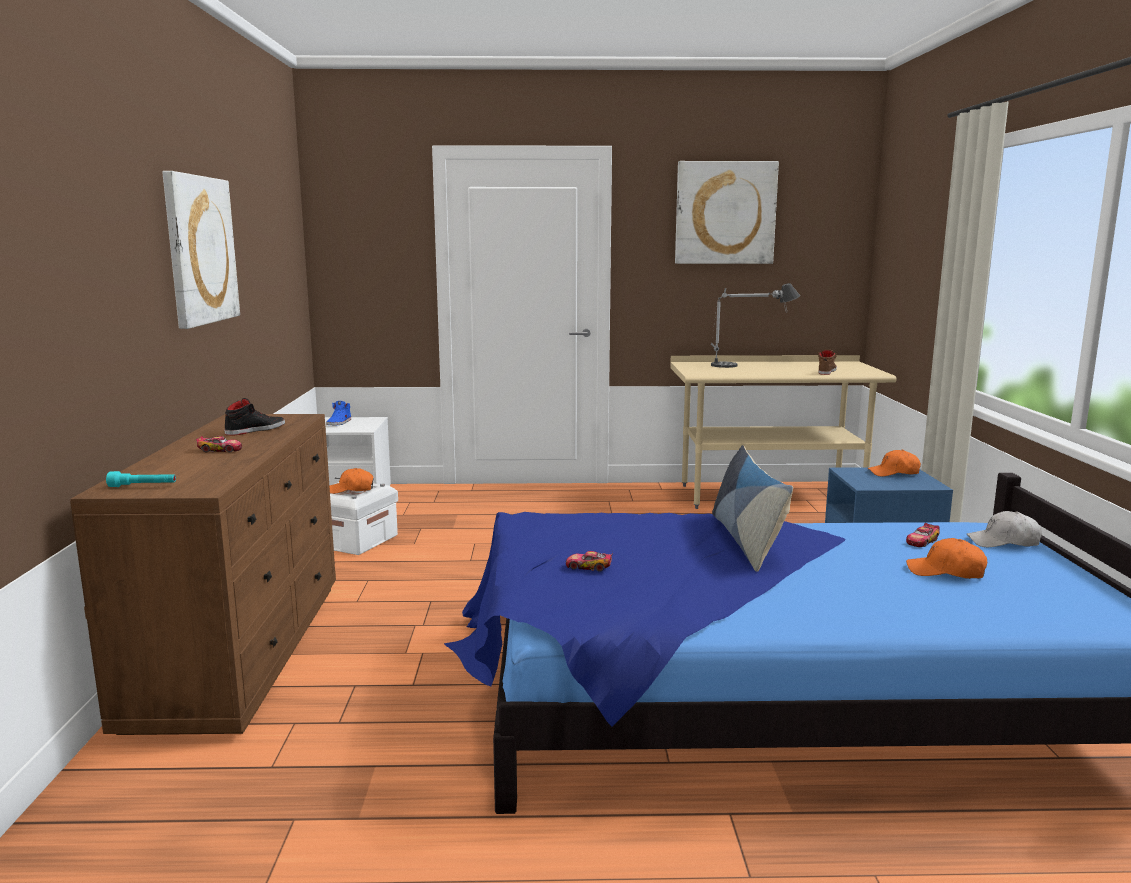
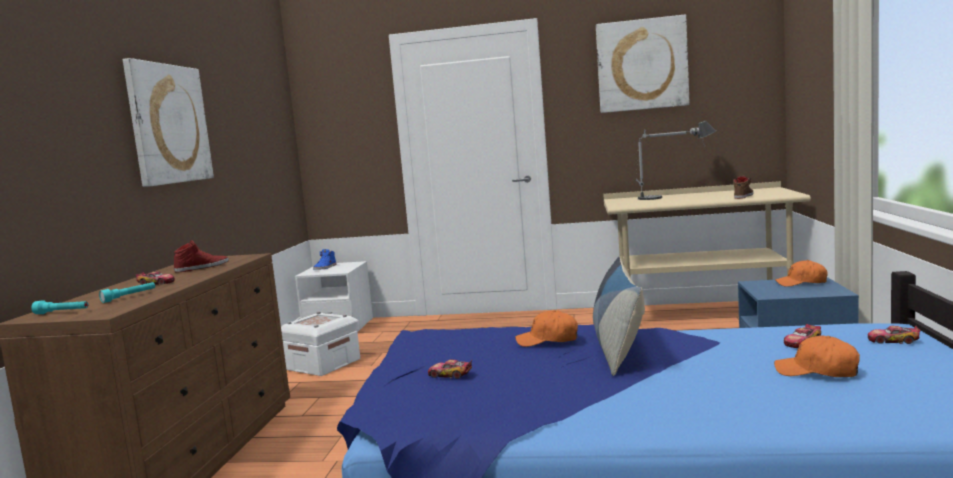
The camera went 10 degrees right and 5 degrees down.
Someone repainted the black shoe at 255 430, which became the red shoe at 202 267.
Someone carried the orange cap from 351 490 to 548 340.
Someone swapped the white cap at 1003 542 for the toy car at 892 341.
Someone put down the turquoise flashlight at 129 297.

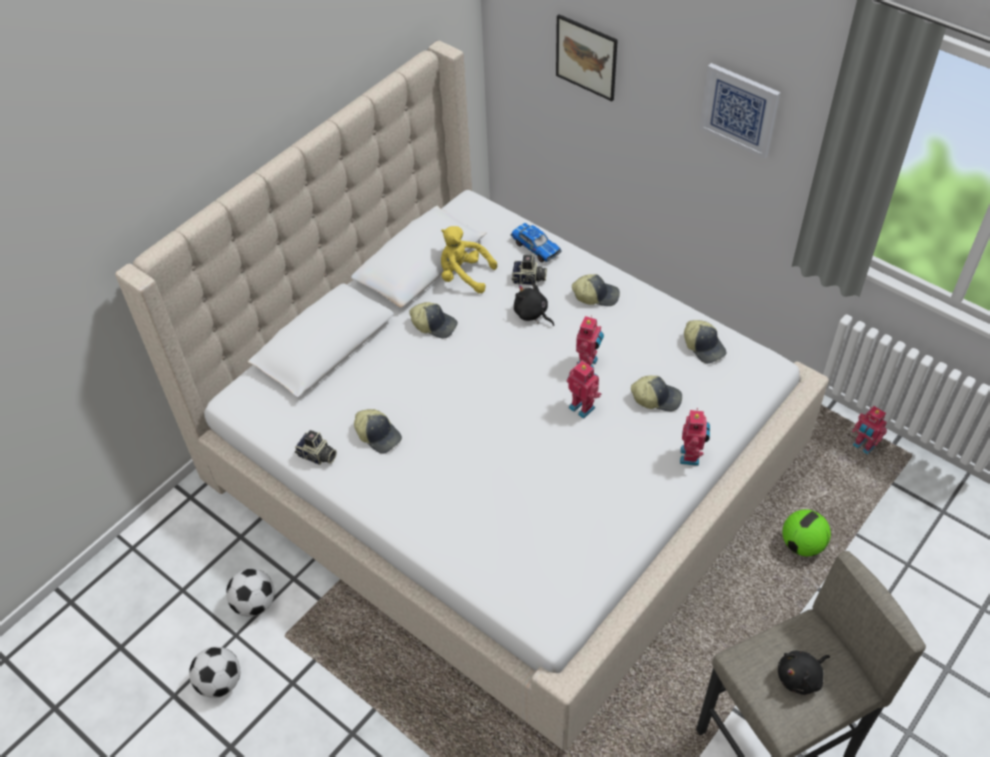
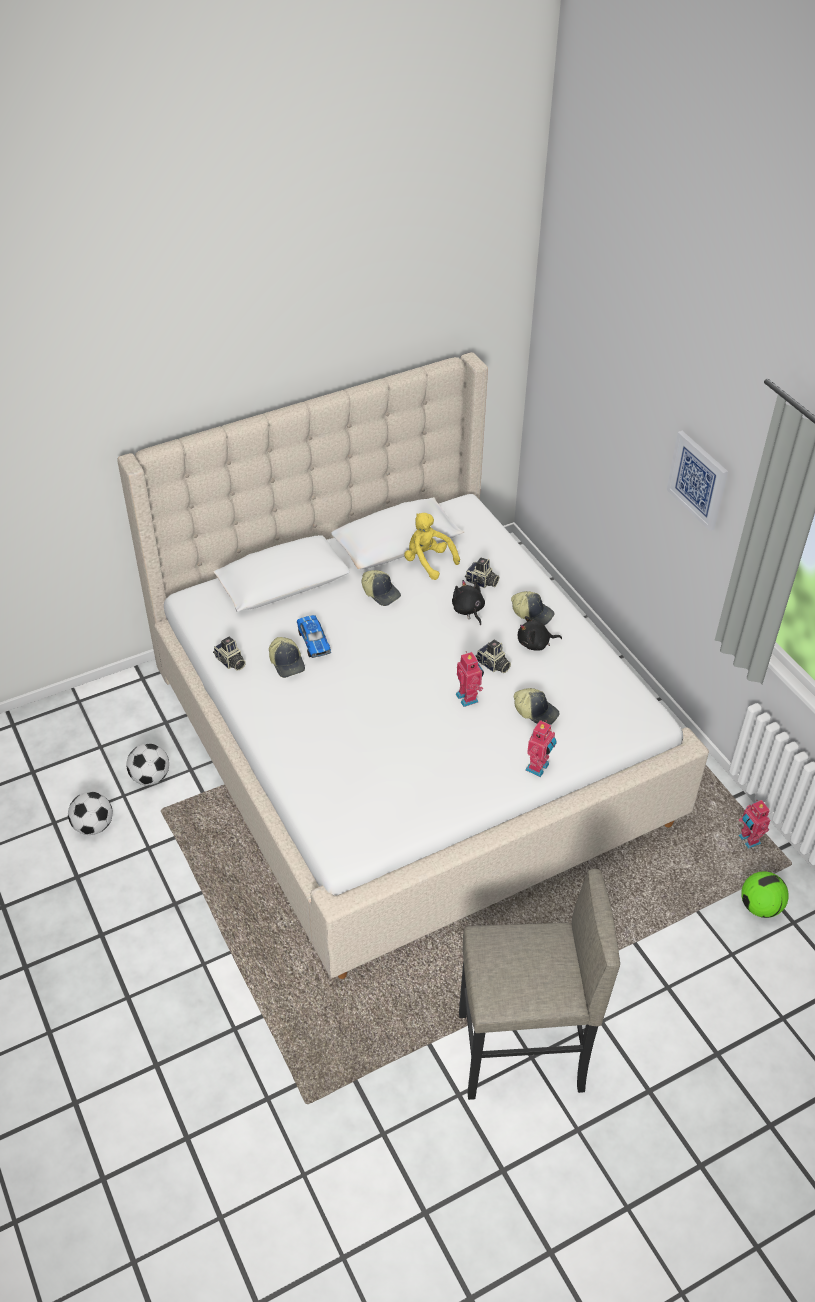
The camera went 20 degrees right and 5 degrees down.
Someone carried the toy car from 535 247 to 313 641.
Someone took away the picture at 586 57.
Someone swapped the toy robot at 588 364 for the photo camera at 493 665.
Someone took away the cap at 704 346.
Someone carried the black plush toy from 800 677 to 535 643.
Someone carried the football from 802 544 to 760 907.

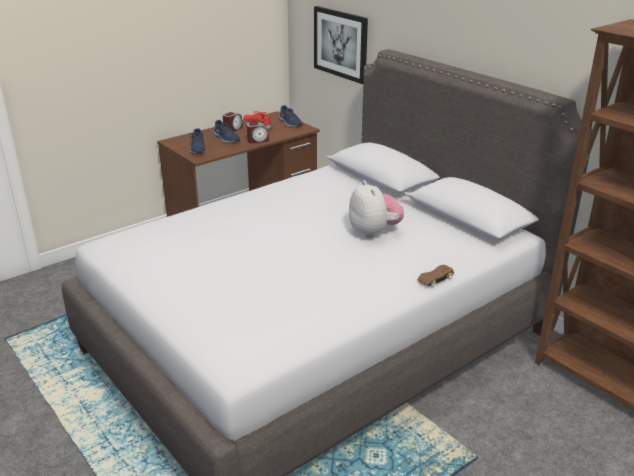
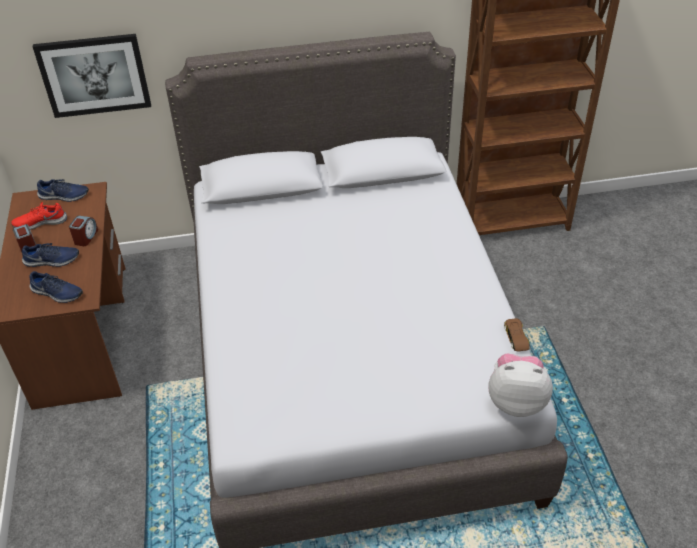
The camera went 60 degrees left and 15 degrees up.
Someone carried the plush toy from 374 232 to 516 401.
Someone carried the brown toy car from 435 279 to 516 337.

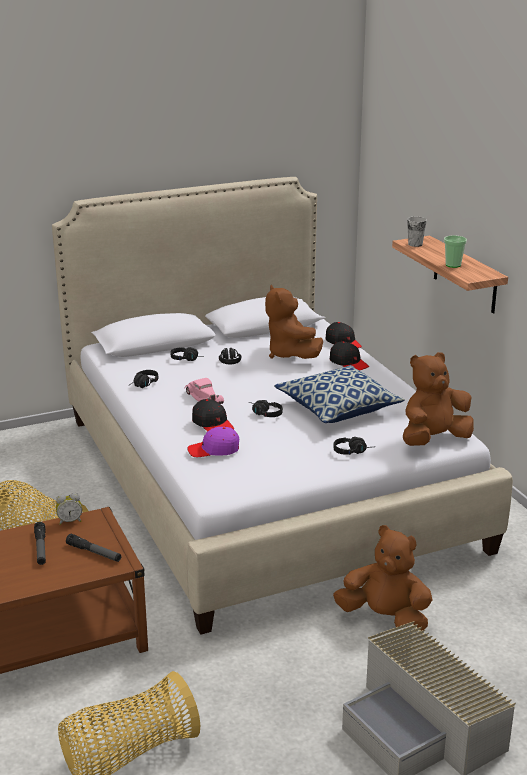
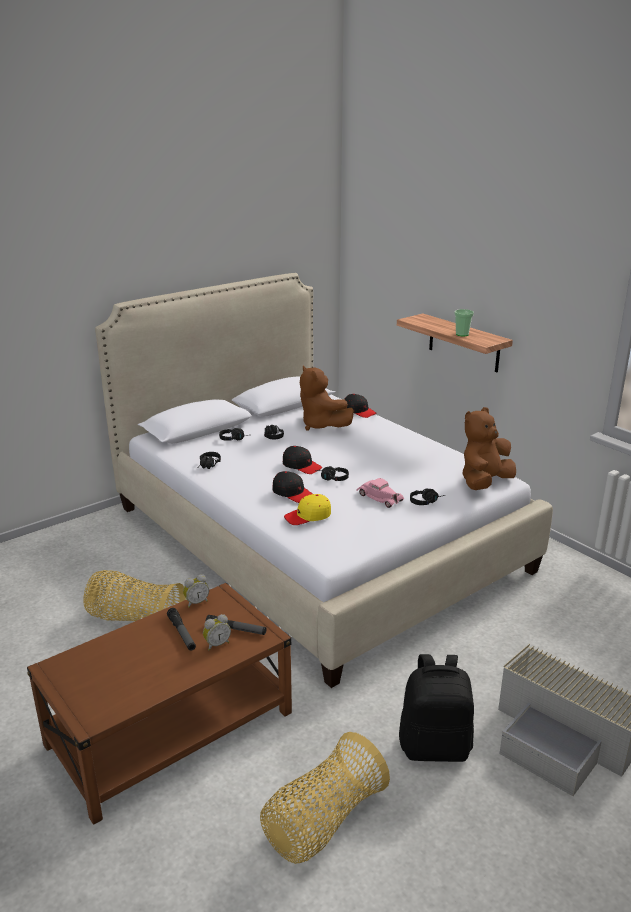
The camera went 15 degrees left and 0 degrees up.
Someone carried the pink toy car from 203 397 to 379 497.
Someone repainted the purple cap at 214 450, which became the yellow cap at 308 516.
Someone took away the pillow at 338 408.
Someone carried the black cap from 348 363 to 301 466.
Someone took away the brown plush toy at 385 618.
Someone took away the cup at 415 244.
Someone put down the alarm clock at 217 644.
Someone put down the black backpack at 435 746.

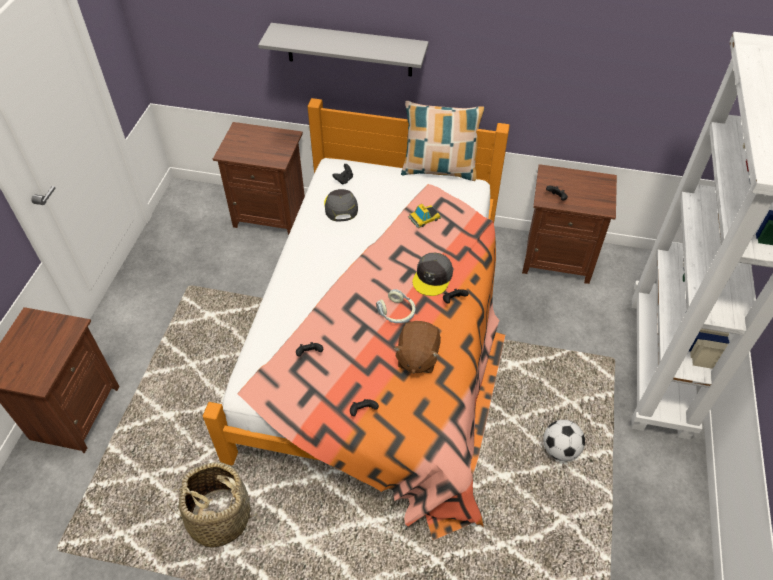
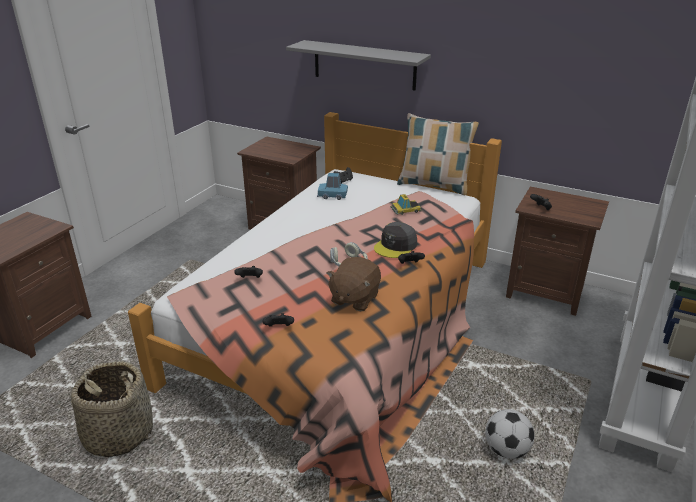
The camera went 15 degrees right and 20 degrees down.
Someone swapped the grey cap at 340 207 for the blue toy car at 332 195.

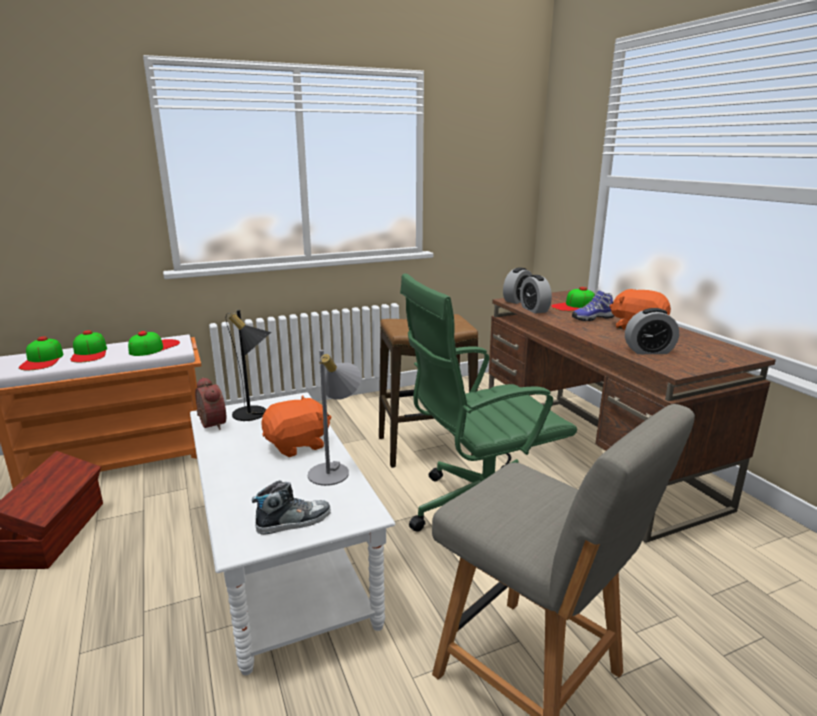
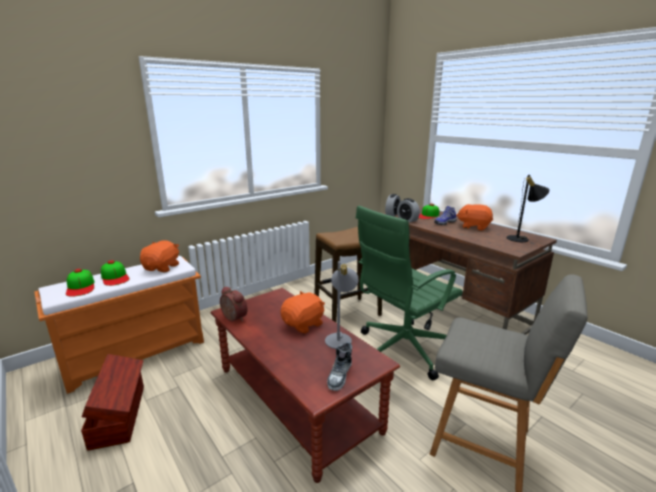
The camera went 15 degrees left and 0 degrees up.
Someone swapped the cap at 154 347 for the orange plush toy at 162 267.
Someone repainted the white coffee table at 283 554, which became the brown coffee table at 296 398.
Someone carried the black table lamp from 255 415 to 521 239.
Someone rotated the shoe at 294 521 by 150 degrees clockwise.
Someone took away the alarm clock at 648 351.

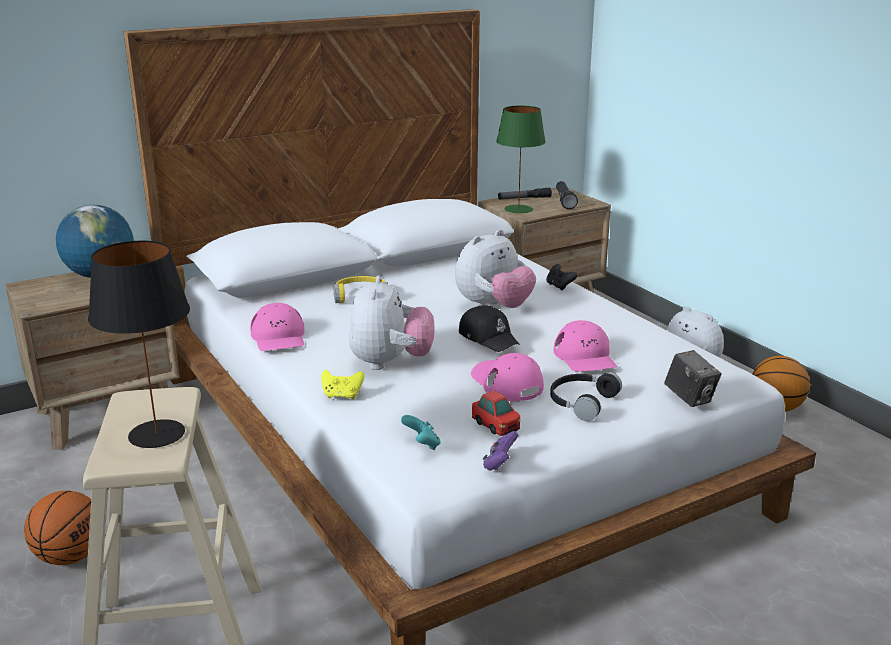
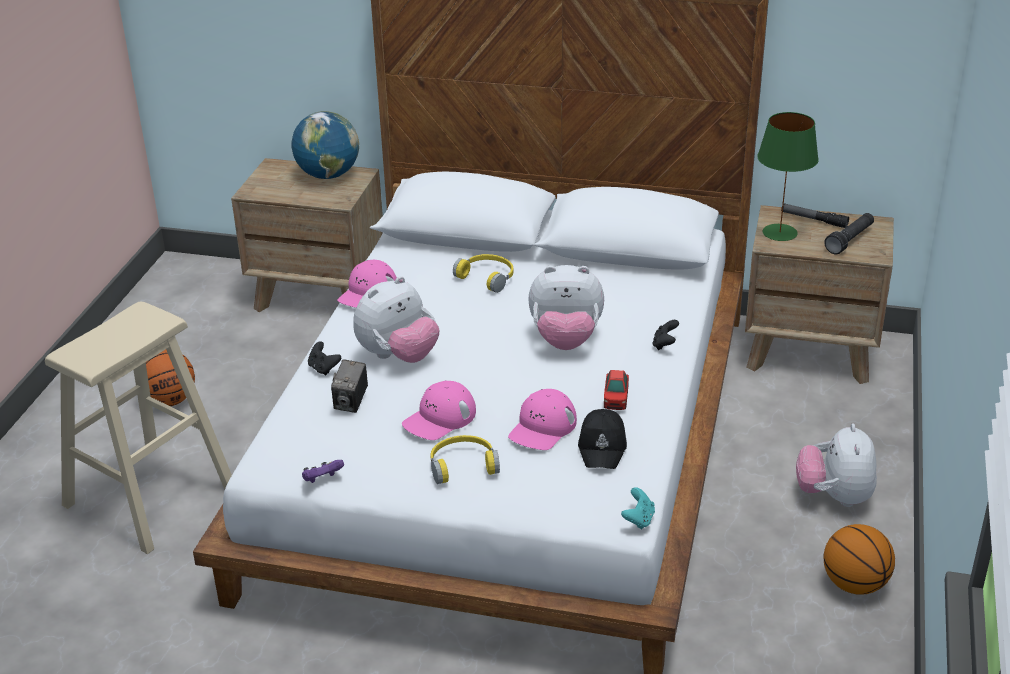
The camera went 45 degrees right and 10 degrees up.
Someone took away the black table lamp at 157 433.
Someone repainted the yellow game controller at 342 396, which became the black game controller at 323 368.
Someone carried the turquoise game controller from 422 445 to 638 519.
Someone carried the black cap from 488 338 to 603 446.
Someone rotated the pink cap at 506 382 by 150 degrees counterclockwise.
Someone carried the toy car from 496 426 to 615 399.
Someone repainted the black headphones at 580 402, which became the yellow headphones at 462 465.
Someone carried the photo camera from 690 398 to 351 403.

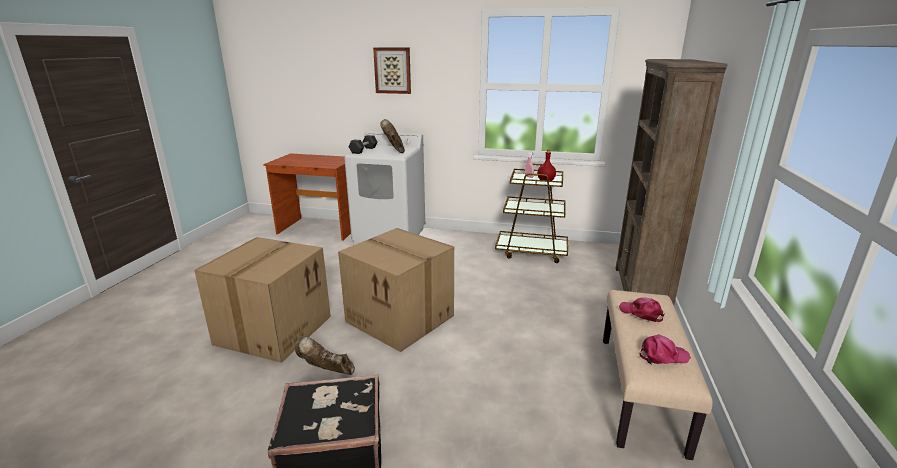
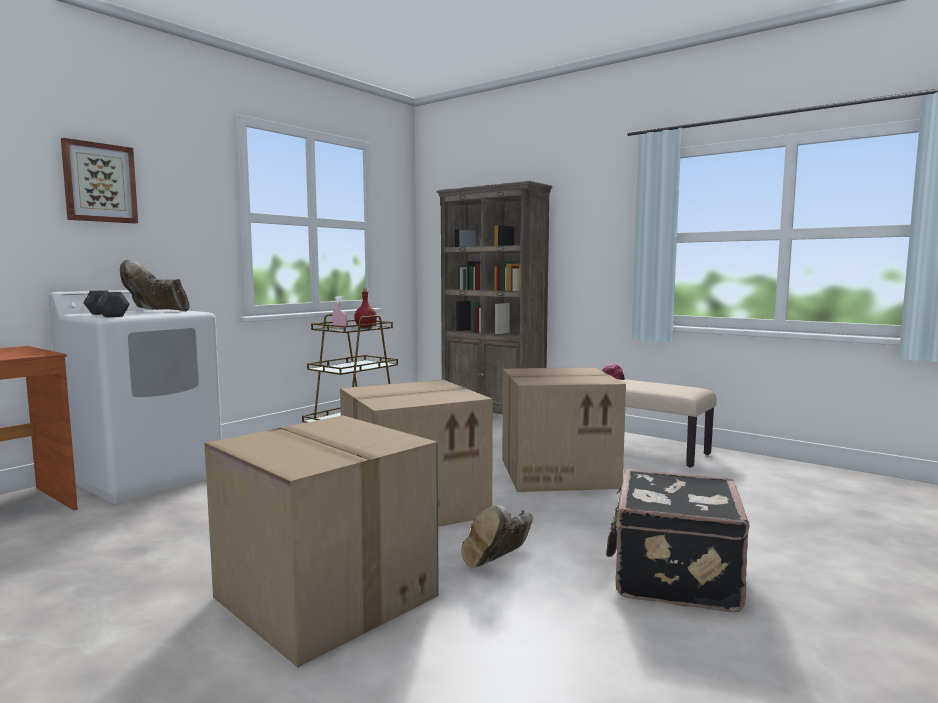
The camera went 65 degrees left and 15 degrees down.
Someone took away the pink cap at 662 356.
Someone put down the cardboard box at 559 472.

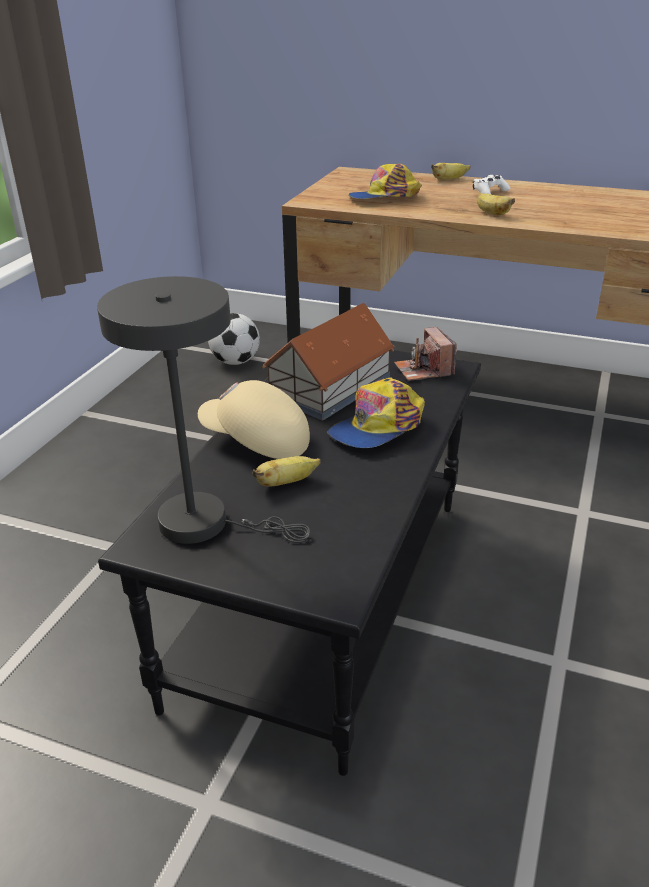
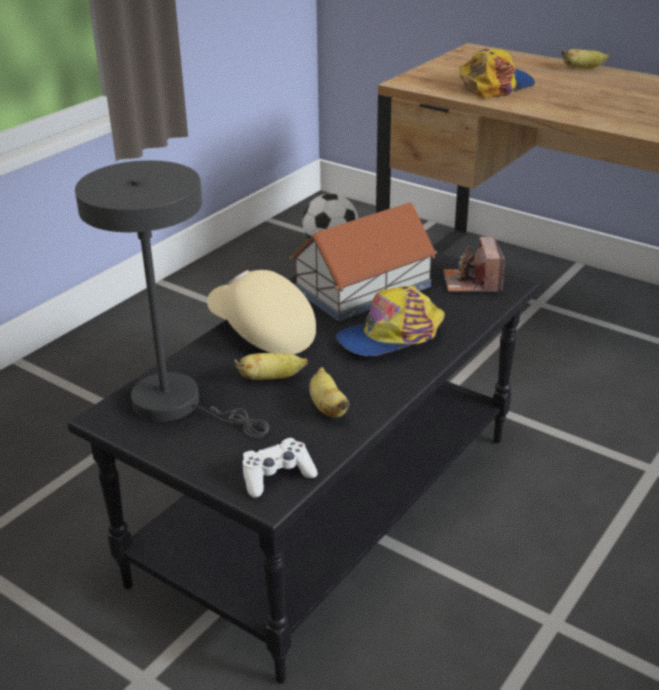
The camera went 15 degrees right and 0 degrees up.
Someone rotated the cap at 385 198 by 135 degrees clockwise.
Someone carried the white game controller from 489 192 to 277 476.
Someone carried the banana from 491 213 to 327 407.

